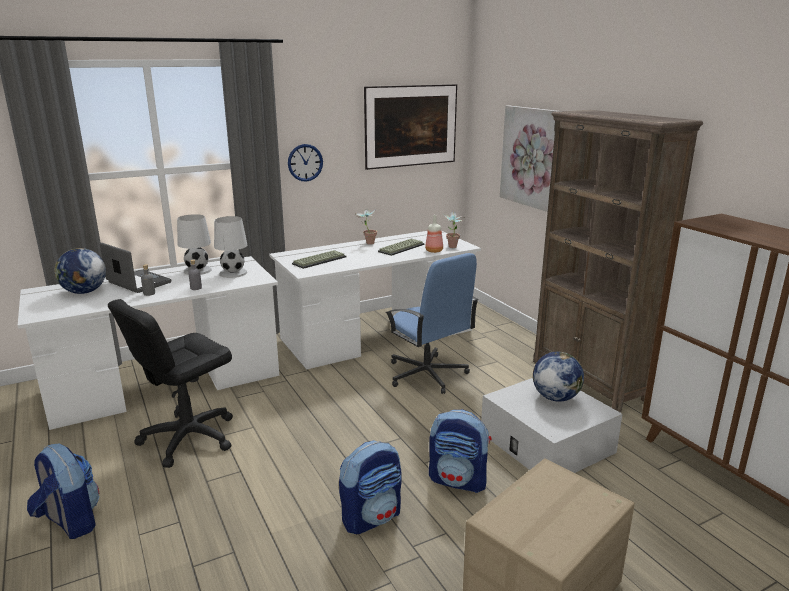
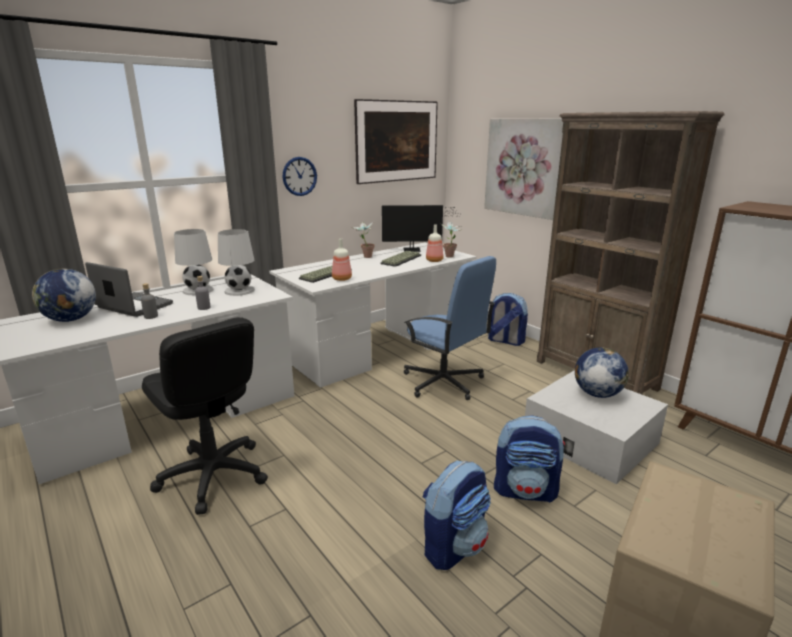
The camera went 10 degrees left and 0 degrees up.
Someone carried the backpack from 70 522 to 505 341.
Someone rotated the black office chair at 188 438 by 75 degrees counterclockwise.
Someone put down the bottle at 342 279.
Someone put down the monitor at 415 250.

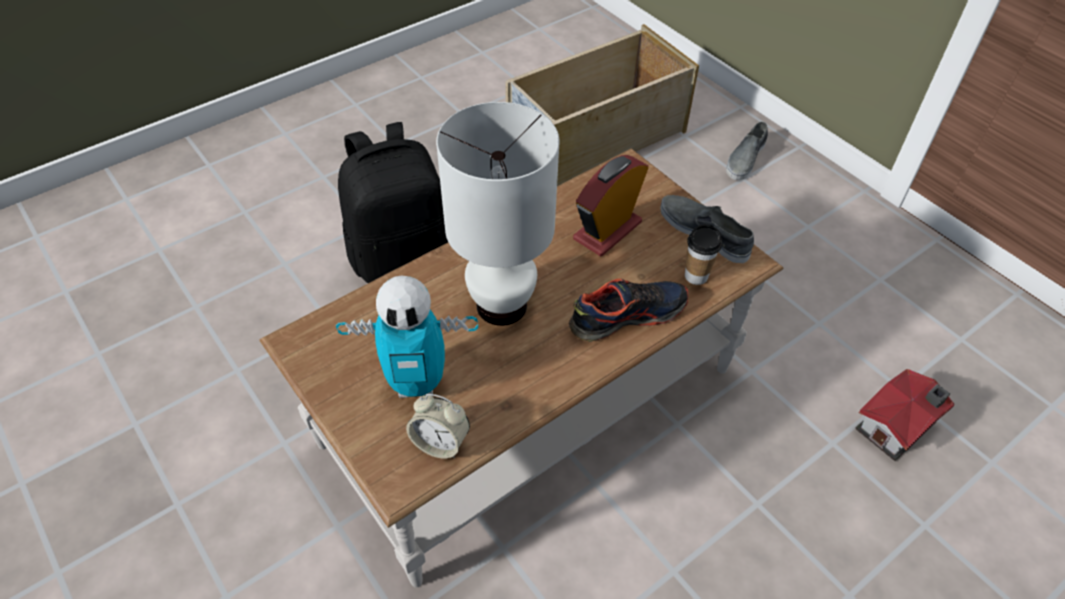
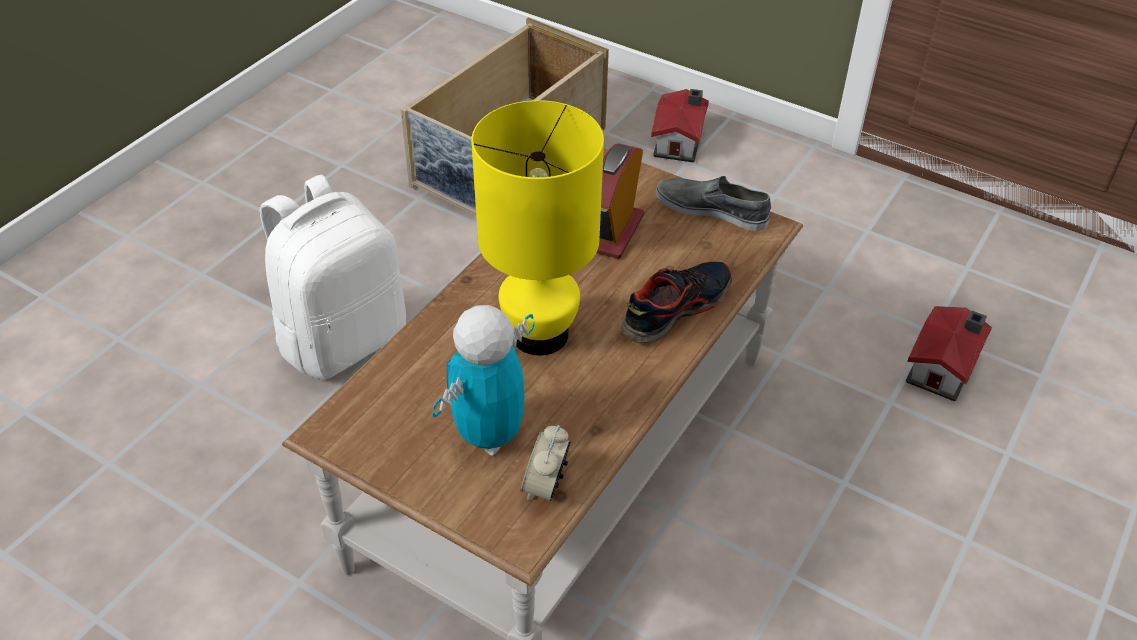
The camera went 20 degrees left and 5 degrees down.
Someone rotated the toy robot at 417 383 by 150 degrees clockwise.
Someone repainted the black backpack at 401 256, which became the white backpack at 343 339.
Someone rotated the alarm clock at 440 443 by 105 degrees clockwise.
Someone repainted the white table lamp at 503 306, which became the yellow table lamp at 541 334.
Someone took away the cup at 696 276.
Someone swapped the grey shoe at 745 159 for the toy house at 680 142.

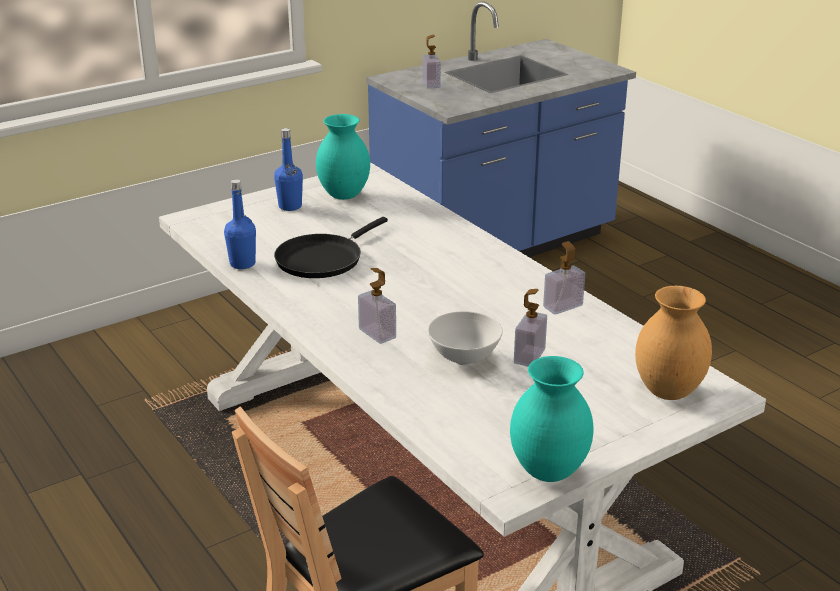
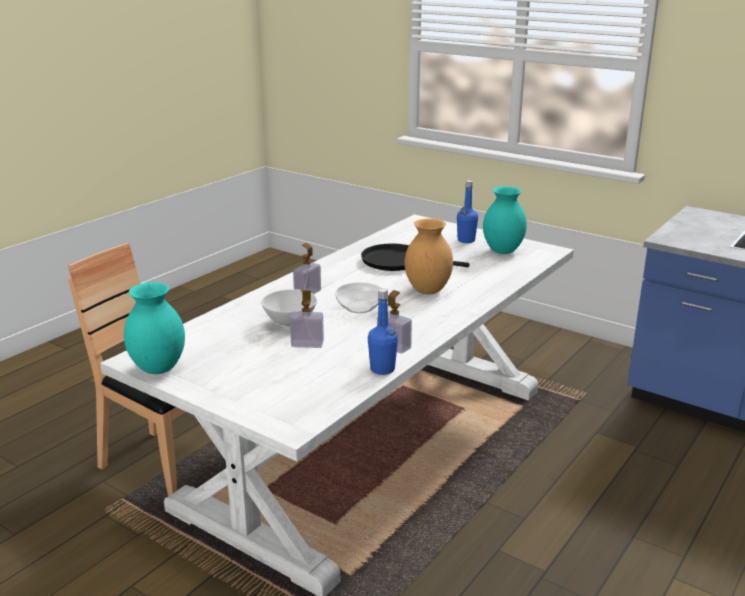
The camera went 70 degrees right and 5 degrees down.
Someone carried the blue bottle from 242 264 to 382 369.
Someone took away the soap dispenser at 431 84.
Someone carried the brown vase from 666 391 to 427 290.
Someone put down the bowl at 360 307.

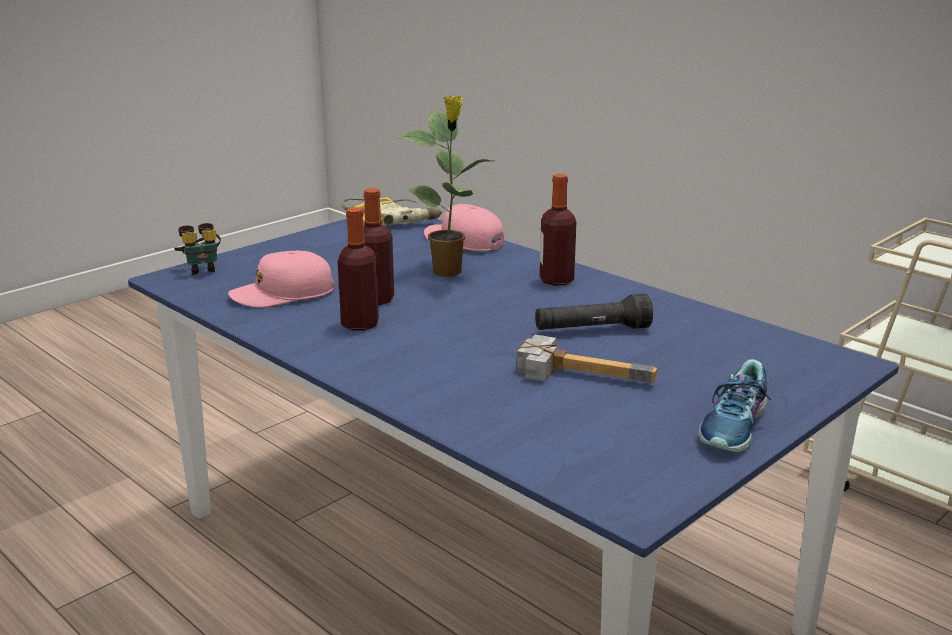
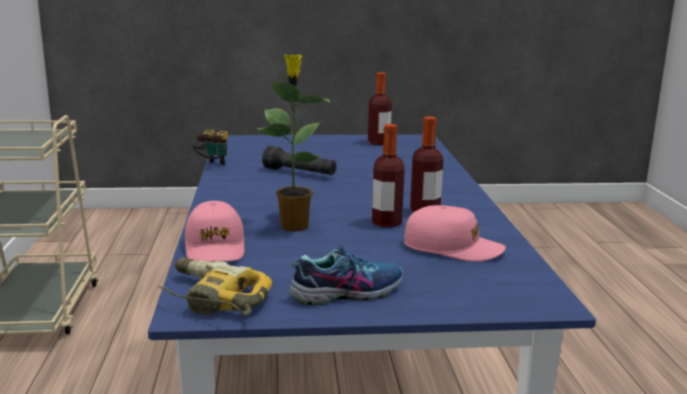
The camera went 140 degrees left and 5 degrees down.
Someone carried the binoculars from 201 269 to 212 166.
Someone took away the hammer at 583 371.
Someone carried the bottle from 556 280 to 378 143.
Someone carried the shoe from 735 427 to 347 292.

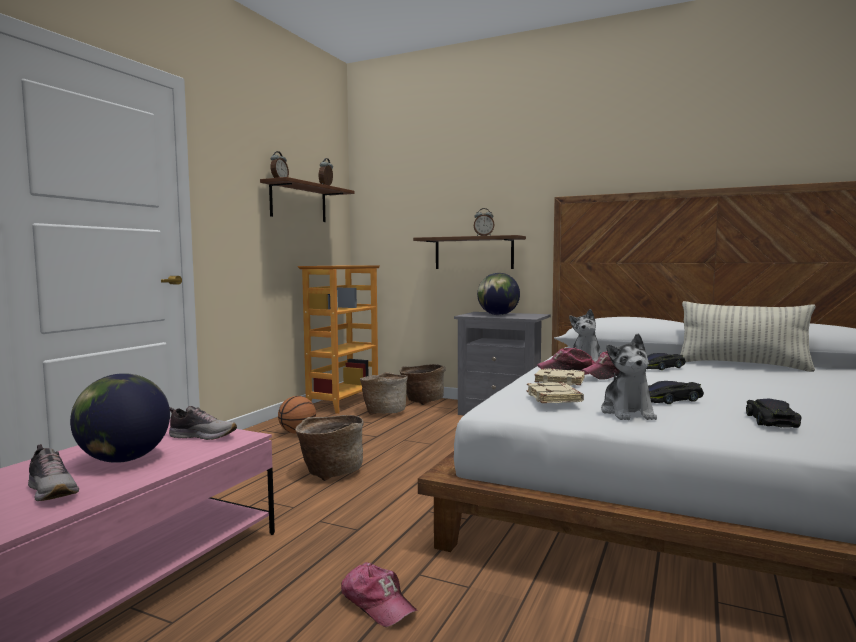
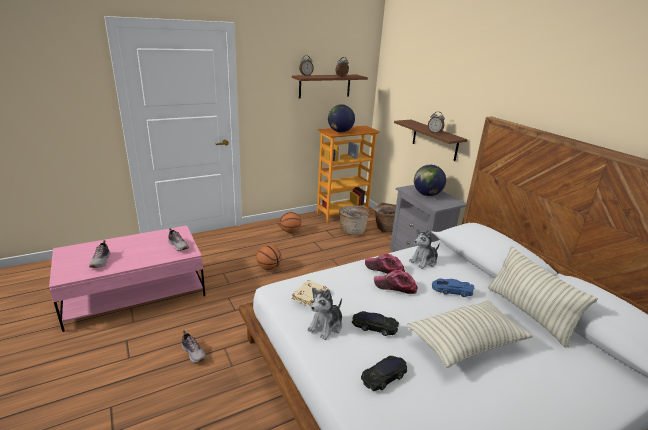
The camera went 35 degrees right and 20 degrees up.
Someone carried the globe from 123 459 to 340 131.
Someone swapped the basket at 330 472 for the basketball at 269 268.
Someone swapped the cap at 377 603 for the shoe at 194 352.
Someone took away the beige book at 560 381.
Someone repainted the black toy car at 659 367, which became the blue toy car at 451 290.
Someone put down the pillow at 465 343.

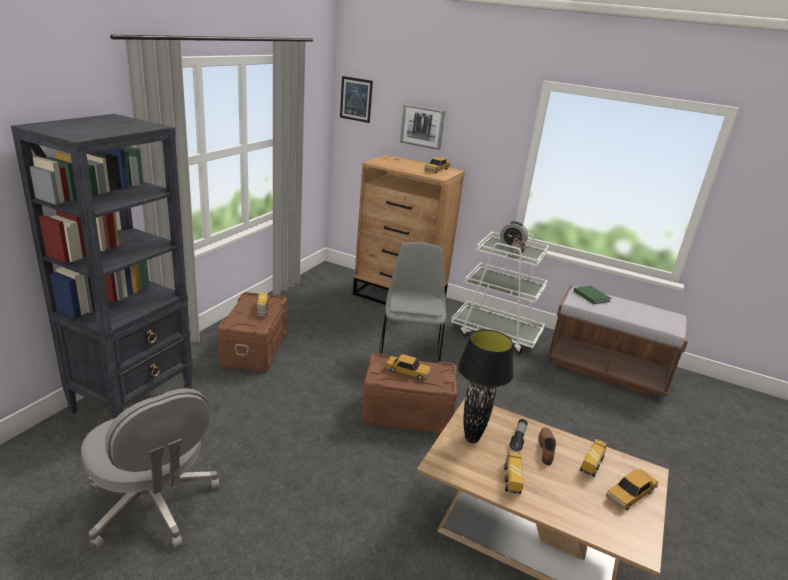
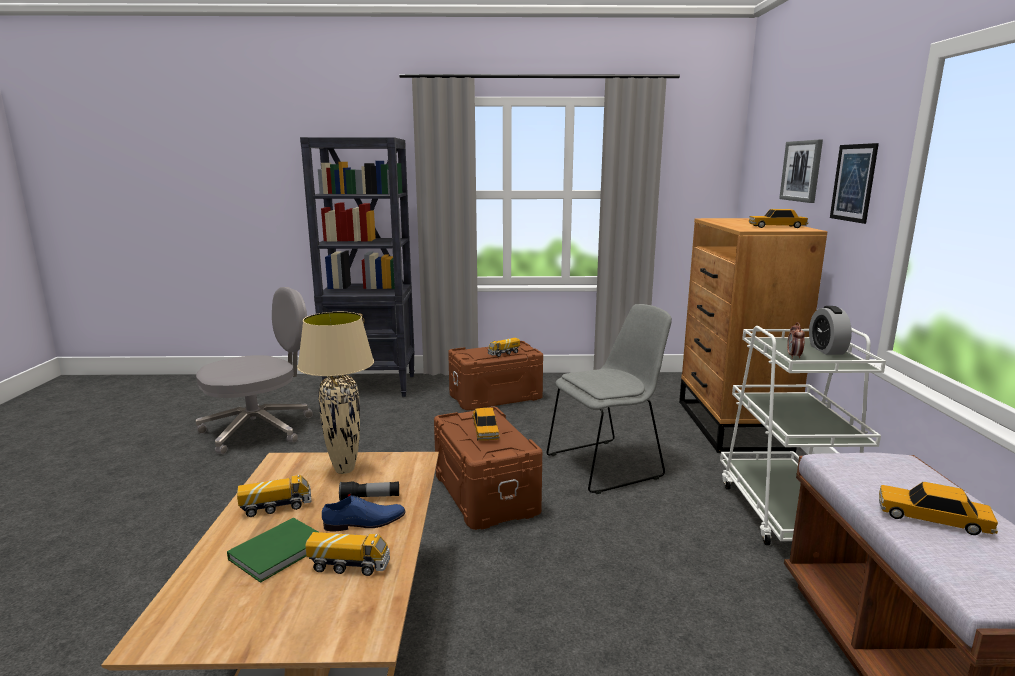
The camera went 65 degrees right and 10 degrees down.
Someone rotated the grey office chair at 153 505 by 150 degrees counterclockwise.
Someone carried the picture from 356 99 to 853 183.
Someone repainted the black table lamp at 471 438, which became the beige table lamp at 345 469.
Someone repainted the brown shoe at 547 448, which became the blue shoe at 365 522.
Someone carried the green book from 591 295 to 281 551.
Someone carried the toy car from 630 494 to 932 518.

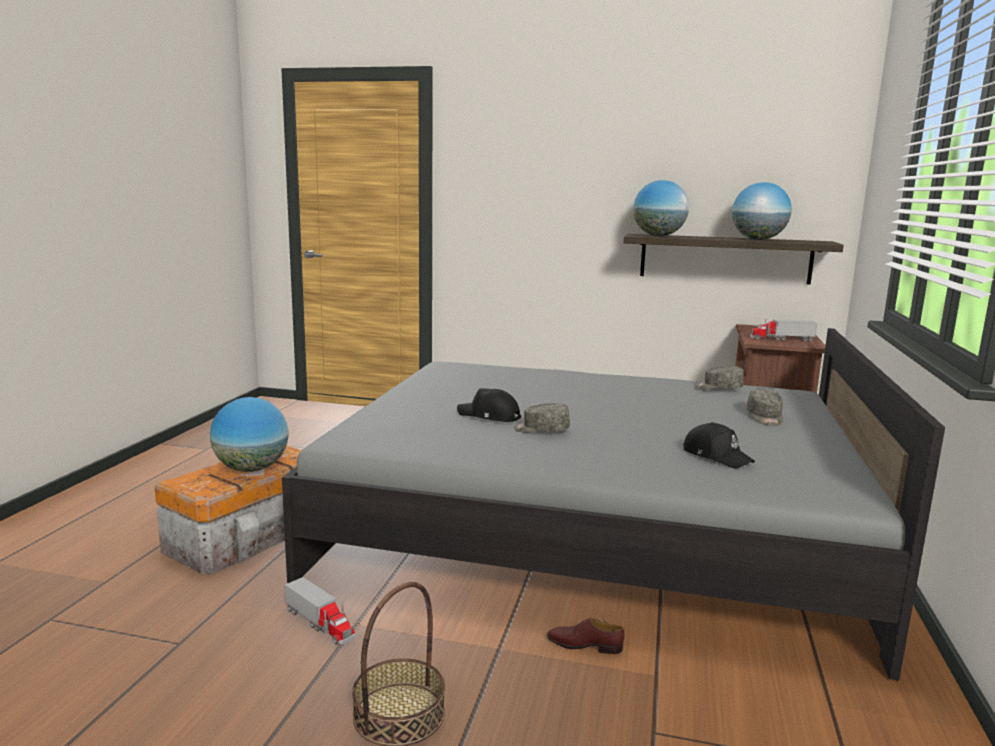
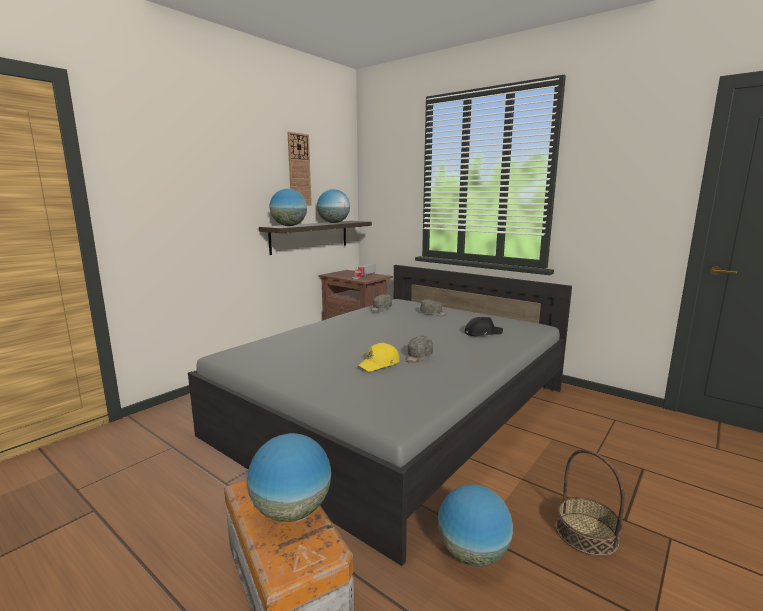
The camera went 65 degrees left and 0 degrees up.
Someone swapped the toy truck at 320 623 for the globe at 472 554.
Someone repainted the black cap at 489 416, which became the yellow cap at 379 364.
Someone took away the brown shoe at 584 645.
Someone put up the wall clock at 299 170.

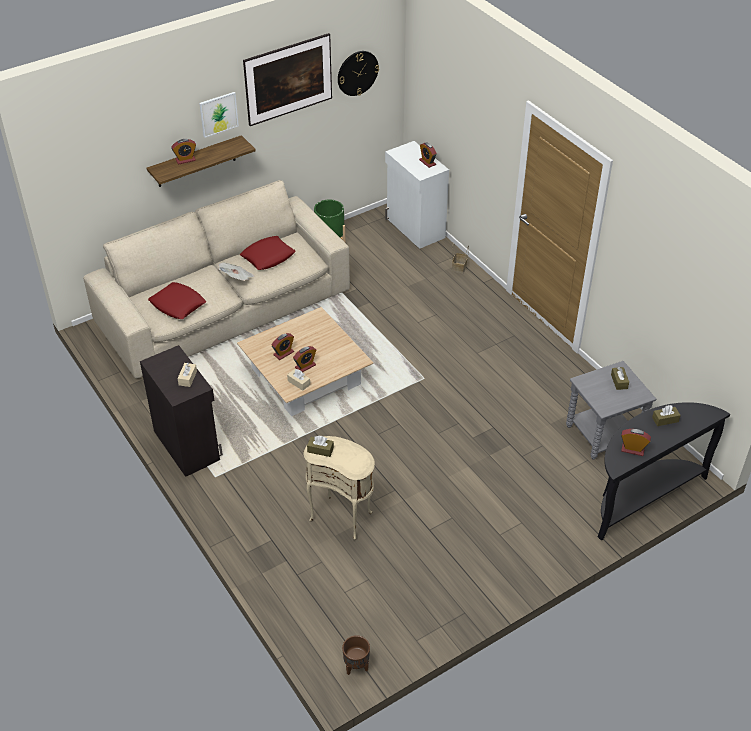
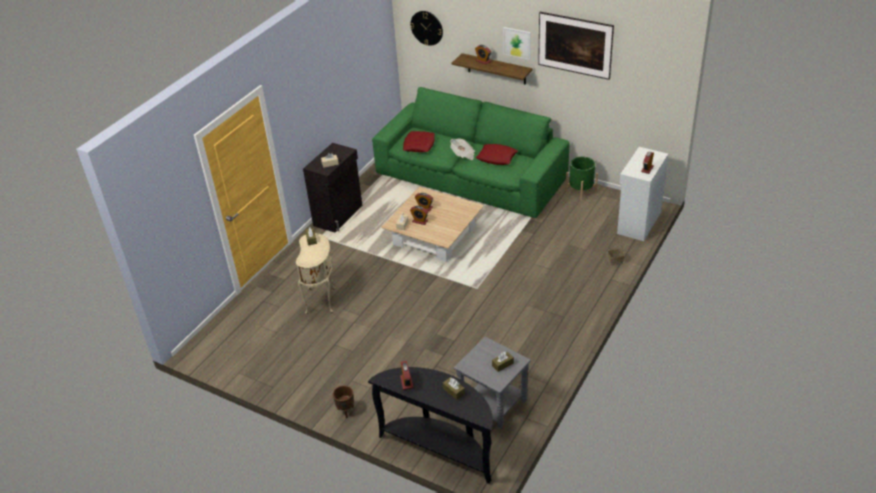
The camera went 65 degrees right and 5 degrees down.
Someone repainted the beige sofa at 224 307, which became the green sofa at 470 177.
Someone carried the wall clock from 357 73 to 427 28.
Someone carried the brown planter from 356 667 to 345 411.

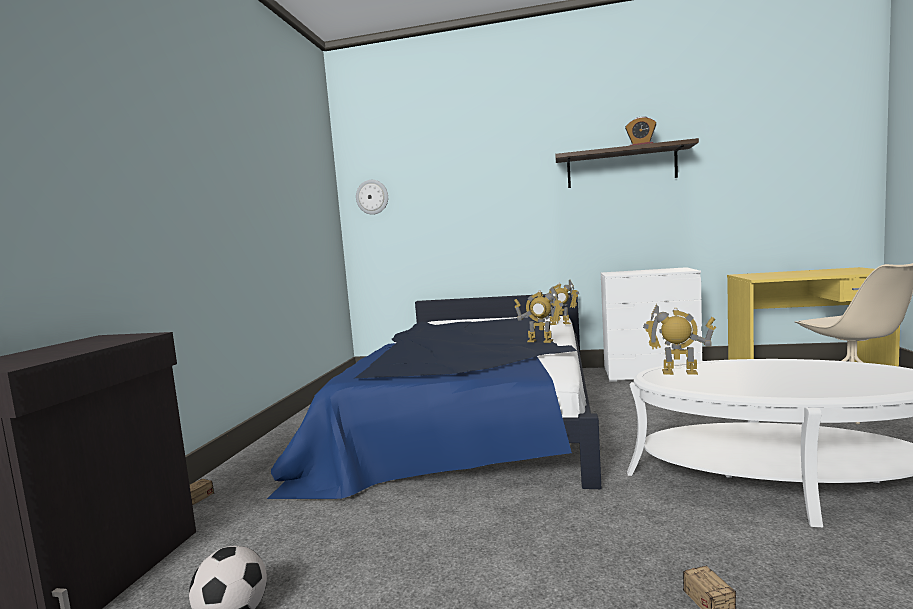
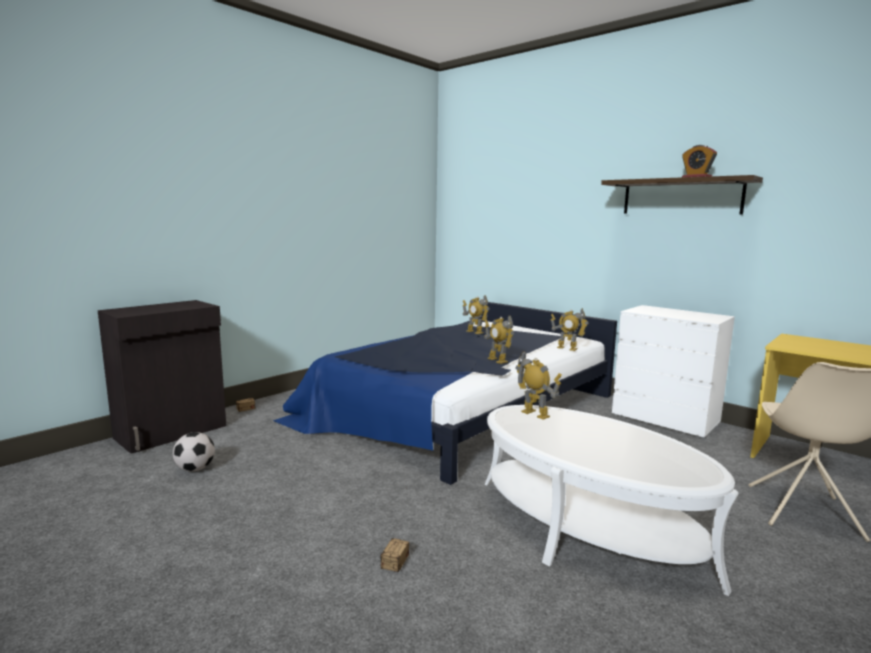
The camera went 30 degrees right and 5 degrees up.
Someone took away the wall clock at 372 197.
Someone put down the toy robot at 474 332.

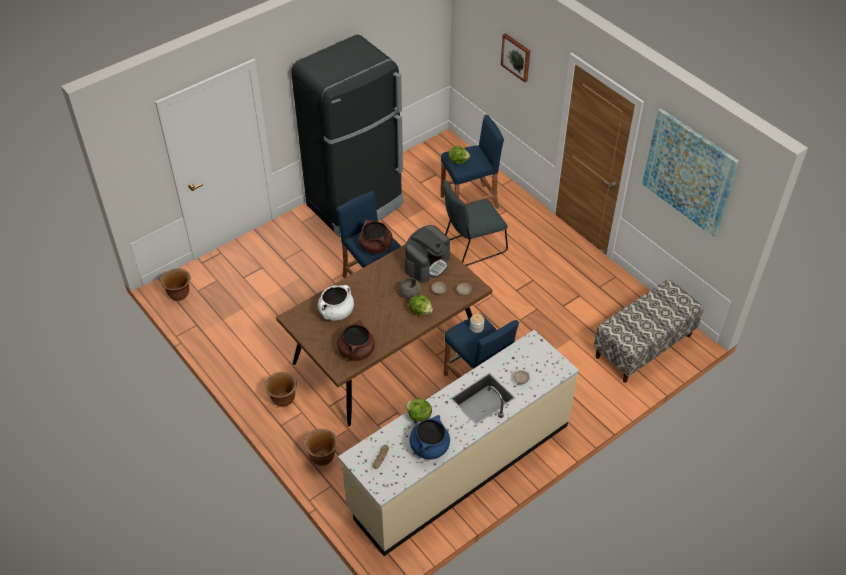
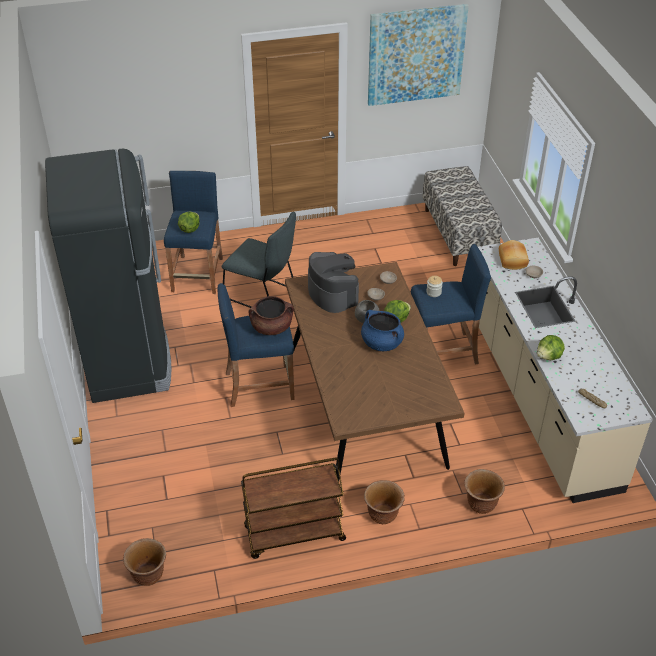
The camera went 65 degrees left and 5 degrees down.
Someone took away the white cooking pot at 336 312.
Someone took away the brown cooking pot at 356 351.
Someone carried the blue cooking pot from 429 447 to 381 343.
Someone rotated the grey chair at 472 247 by 60 degrees counterclockwise.
Someone took away the picture at 516 57.
Someone put down the brown cart at 294 534.
Someone put down the bread at 513 260.

